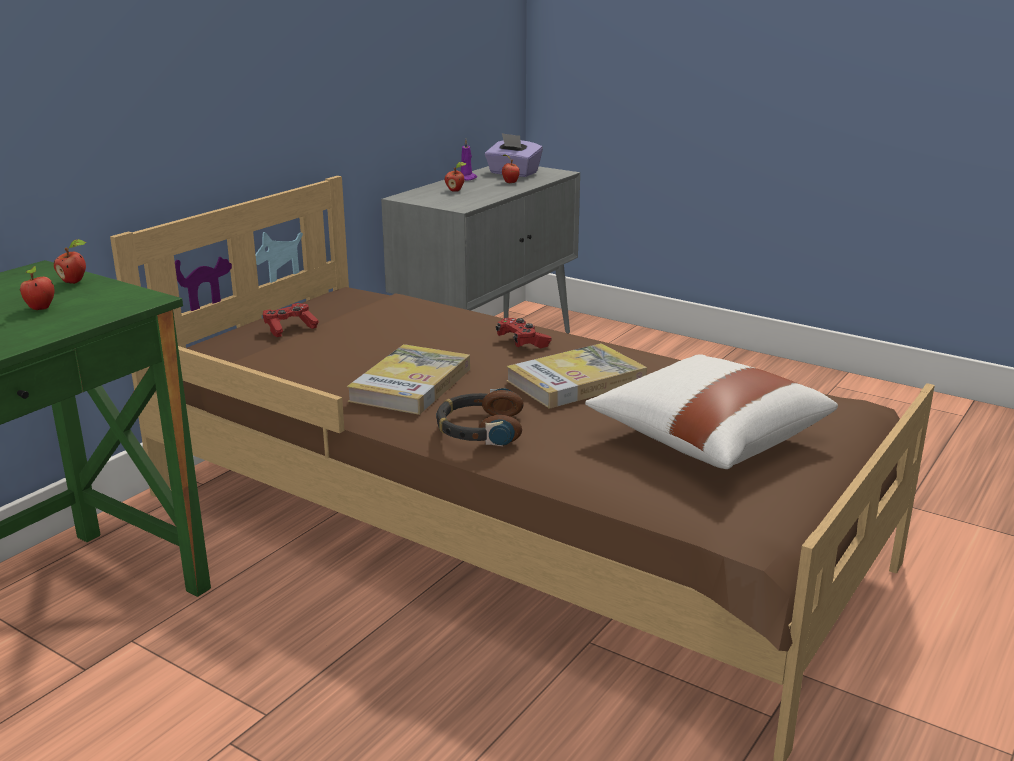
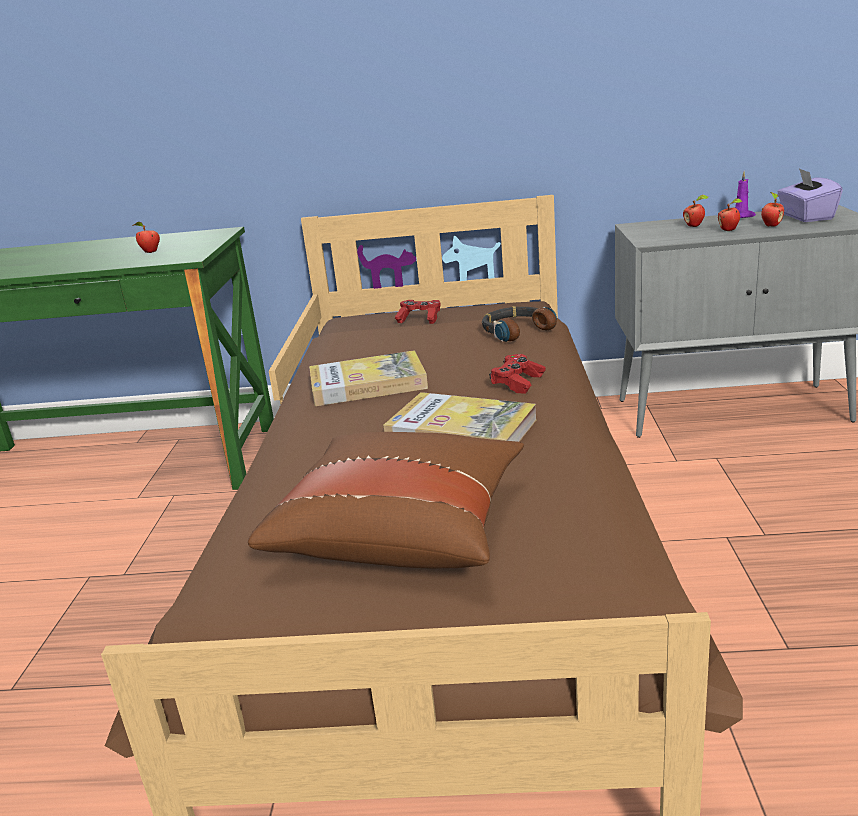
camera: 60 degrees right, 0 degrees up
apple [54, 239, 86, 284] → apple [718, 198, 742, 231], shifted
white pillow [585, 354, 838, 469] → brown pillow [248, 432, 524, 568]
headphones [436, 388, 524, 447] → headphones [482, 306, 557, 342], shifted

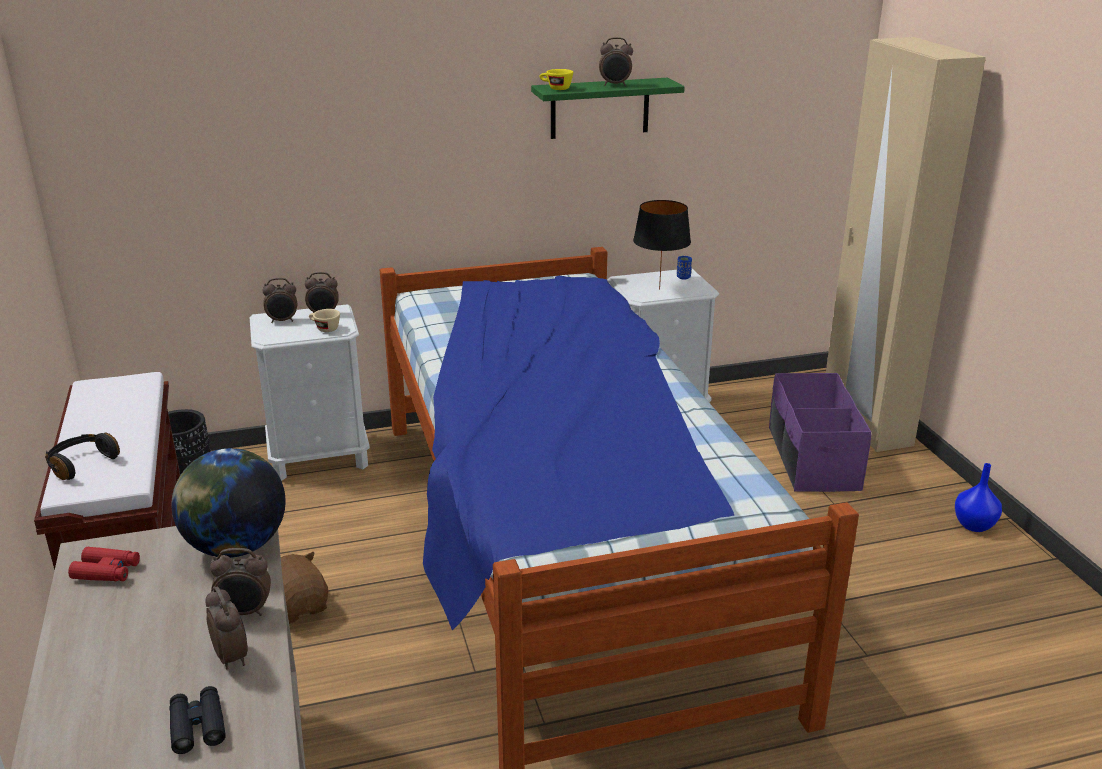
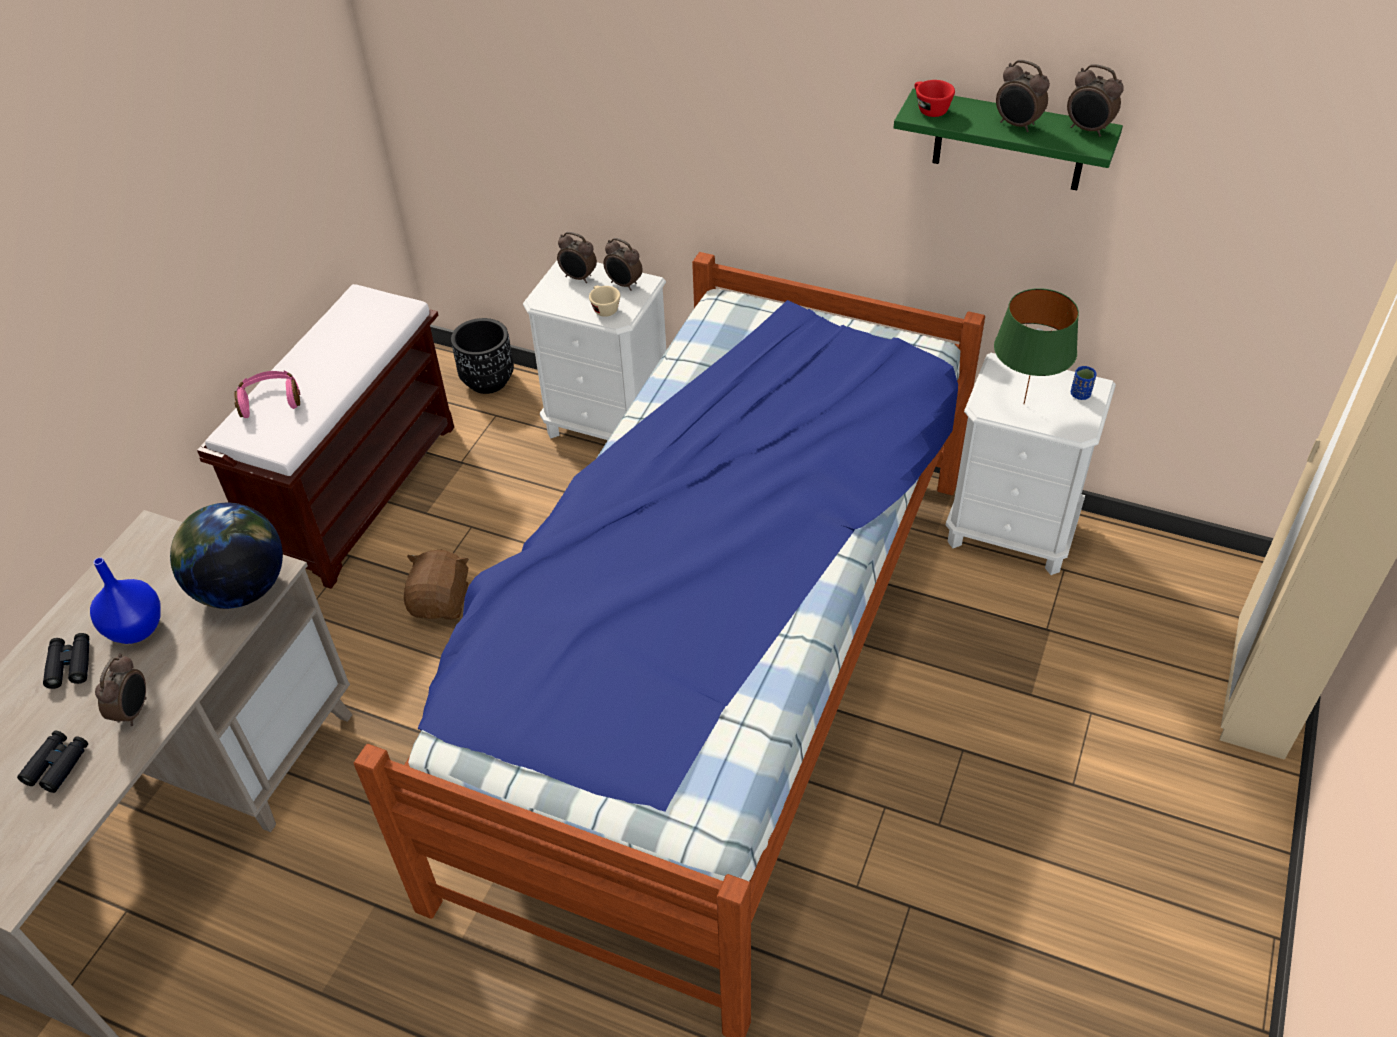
camera: 40 degrees right, 20 degrees up
yellow cup [540, 69, 573, 90] → red cup [915, 80, 955, 117]
black table lamp [633, 200, 691, 290] → green table lamp [994, 288, 1079, 404]
purple storage box [769, 373, 871, 492] → -
black headphones [45, 433, 120, 480] → pink headphones [234, 370, 300, 418]
blue vase [955, 463, 1002, 532] → blue vase [90, 557, 161, 644], shifted
red binoculars [68, 547, 140, 581] → -
alarm clock [210, 548, 271, 616] → alarm clock [1067, 64, 1124, 137], shifted
- → black binoculars [43, 633, 90, 689]

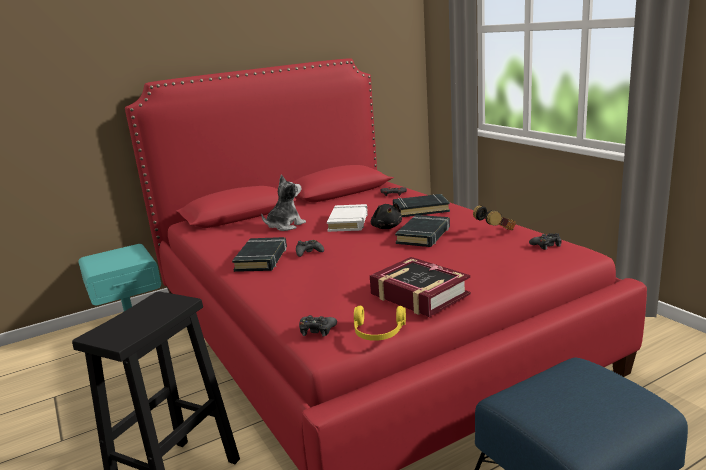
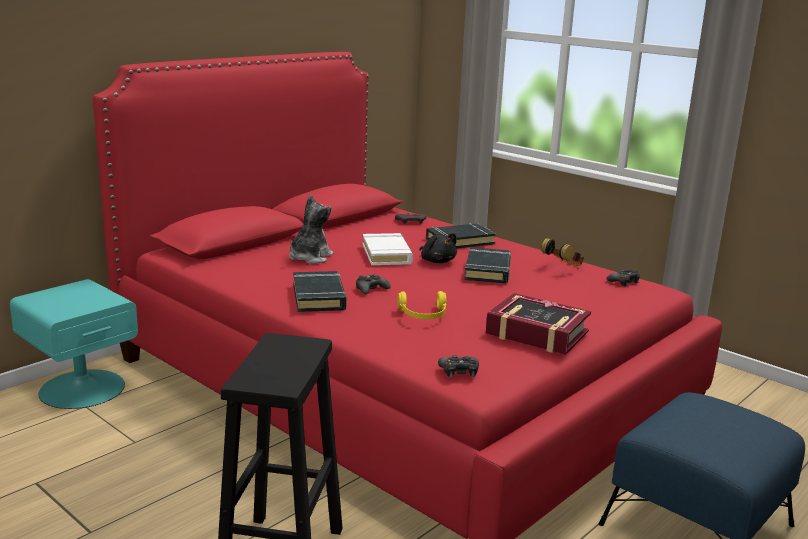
camera: 20 degrees left, 0 degrees up
yellow headphones [354, 306, 406, 341] → yellow headphones [397, 291, 446, 319], shifted

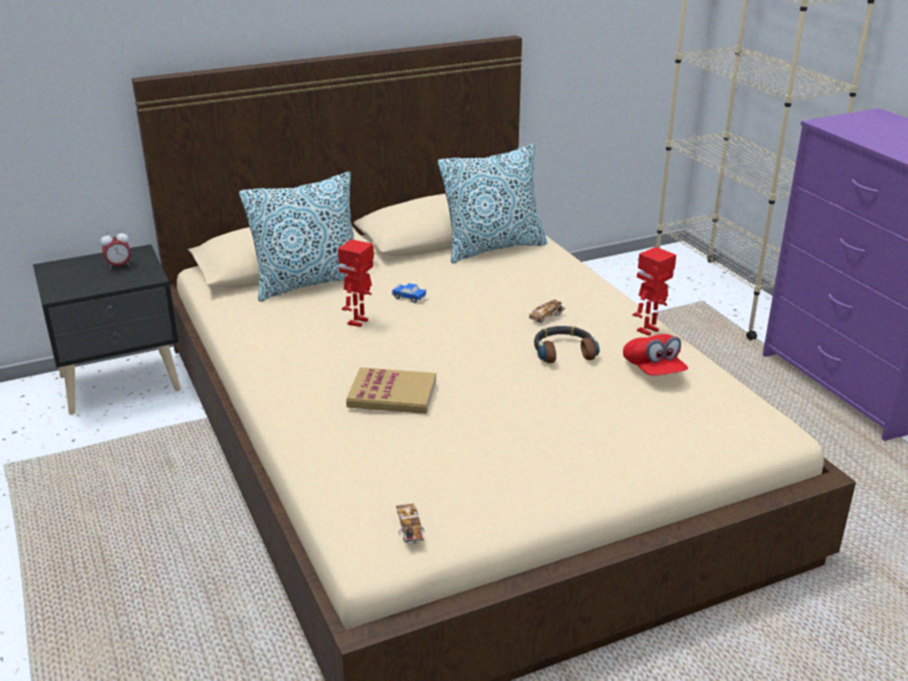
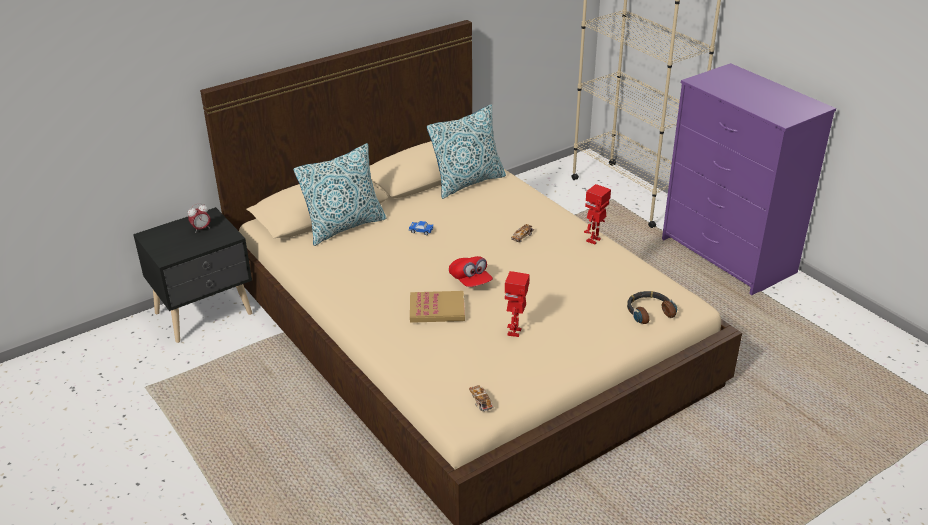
camera: 10 degrees left, 5 degrees up
toy robot [338, 239, 374, 327] → toy robot [504, 271, 530, 337], shifted
headphones [534, 326, 600, 363] → headphones [627, 291, 677, 324], shifted
red cap [623, 334, 688, 376] → red cap [449, 256, 493, 287], shifted

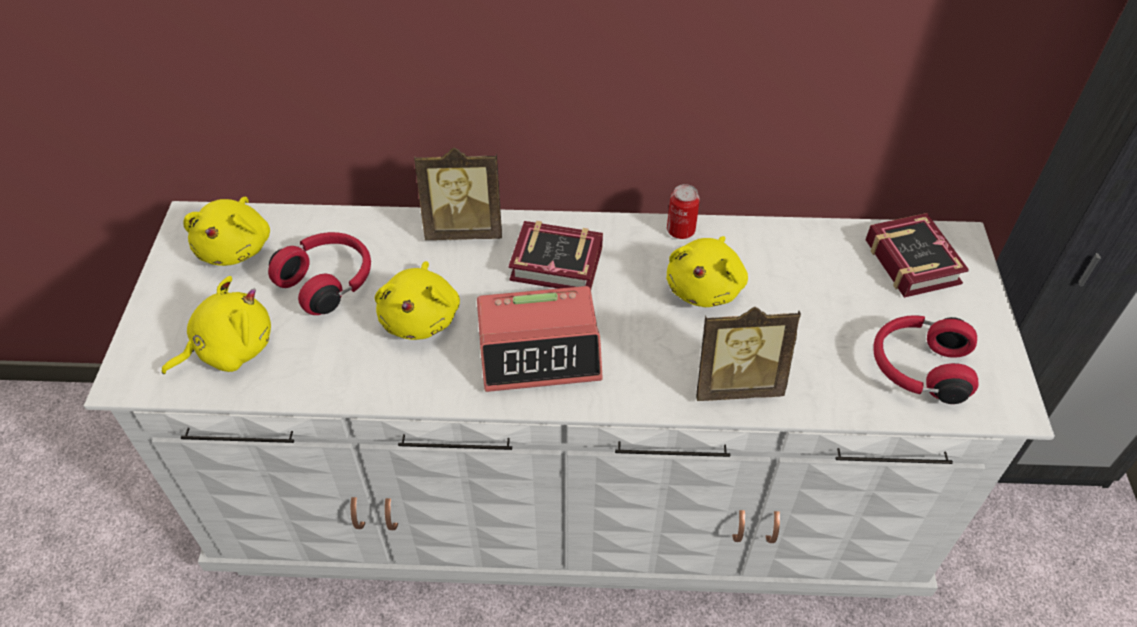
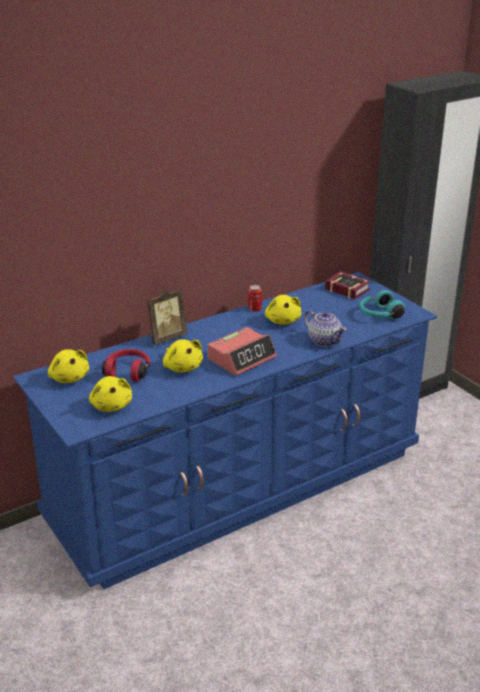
camera: 35 degrees left, 20 degrees down
white dresser [84, 201, 1055, 598] → blue dresser [13, 272, 437, 589]
book [509, 221, 603, 289] → -
yellow plush toy [162, 276, 271, 374] → yellow plush toy [89, 376, 132, 412], 135 degrees clockwise
picture frame [696, 307, 801, 401] → teapot [304, 310, 347, 347]
red headphones [873, 315, 978, 404] → turquoise headphones [359, 290, 405, 319]

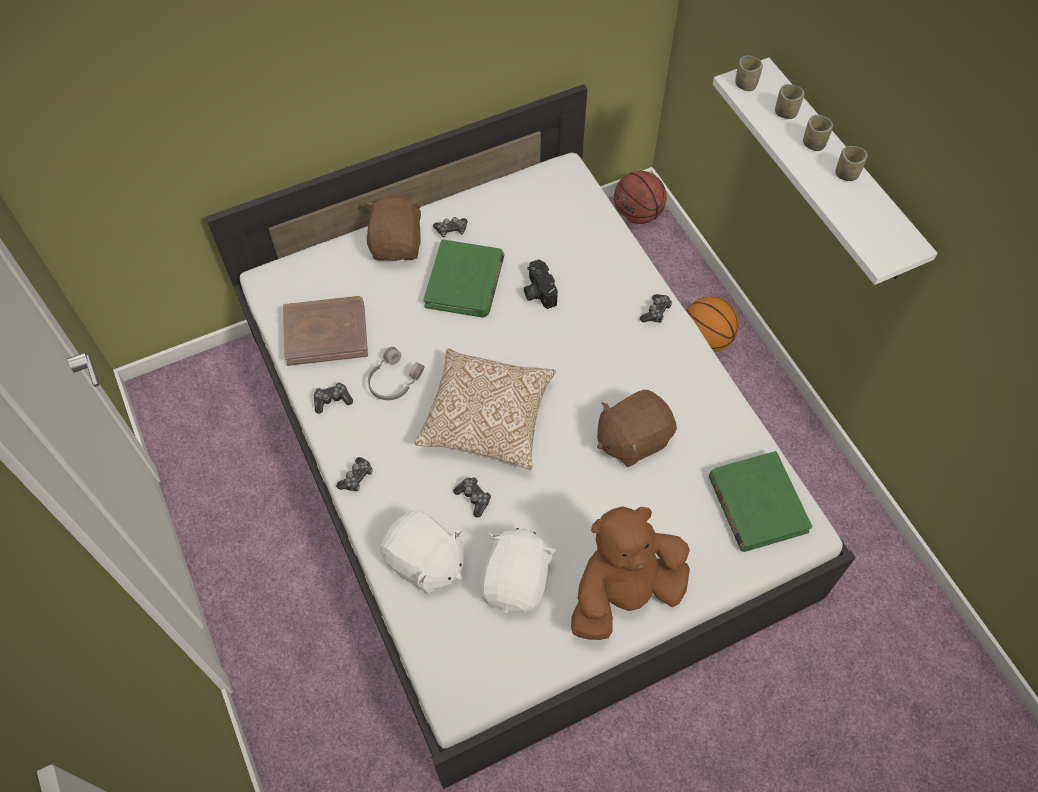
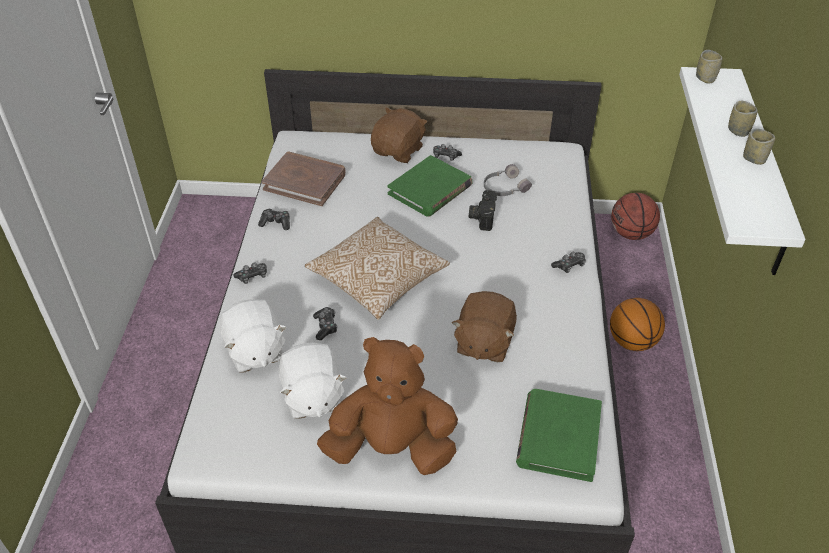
camera: 30 degrees right, 15 degrees down
cup [775, 84, 804, 119] → -
grey headphones [368, 347, 425, 400] → grey headphones [484, 164, 532, 196], shifted
brown plush toy [597, 390, 677, 467] → brown plush toy [452, 291, 517, 362], 75 degrees counterclockwise
white plush toy [480, 528, 556, 613] → white plush toy [279, 342, 347, 419], 120 degrees clockwise

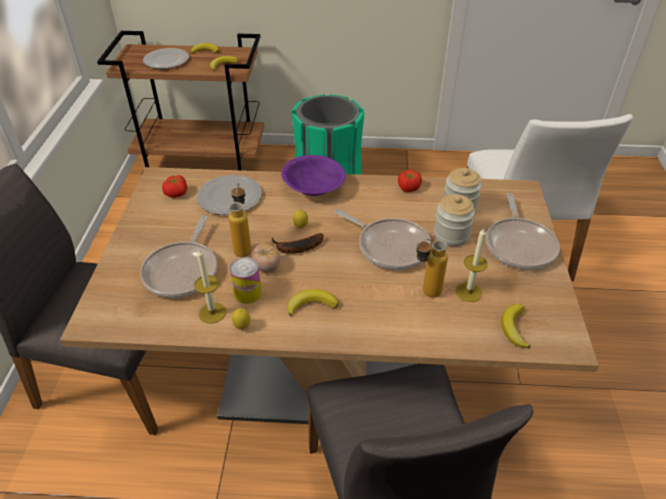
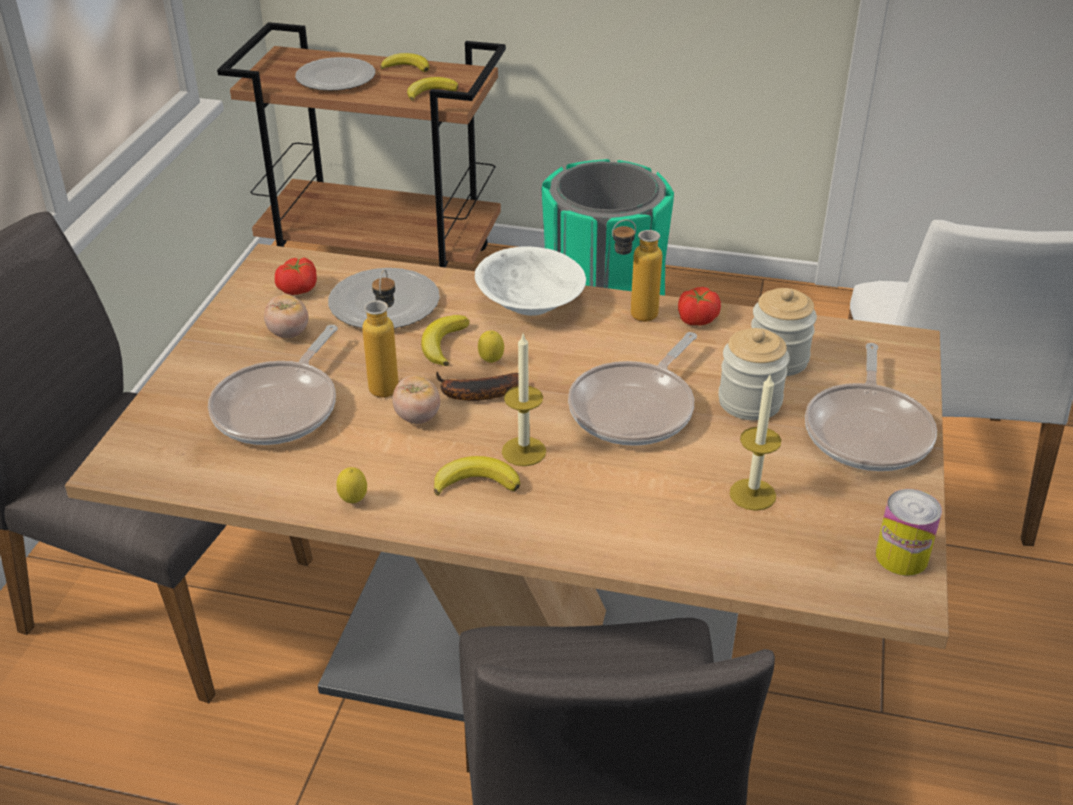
camera: 10 degrees right, 5 degrees down
purple bowl [281, 155, 346, 196] → white bowl [475, 246, 586, 316]
frying pan [335, 209, 431, 270] → frying pan [568, 332, 697, 446], 75 degrees clockwise
bottle [416, 239, 448, 297] → bottle [612, 219, 662, 322], shifted
candle [194, 249, 226, 324] → candle [502, 334, 546, 466], shifted
can [230, 257, 262, 304] → can [876, 489, 942, 576], shifted
banana [501, 304, 530, 349] → banana [421, 315, 470, 366], shifted
- → tomato [264, 294, 309, 338]

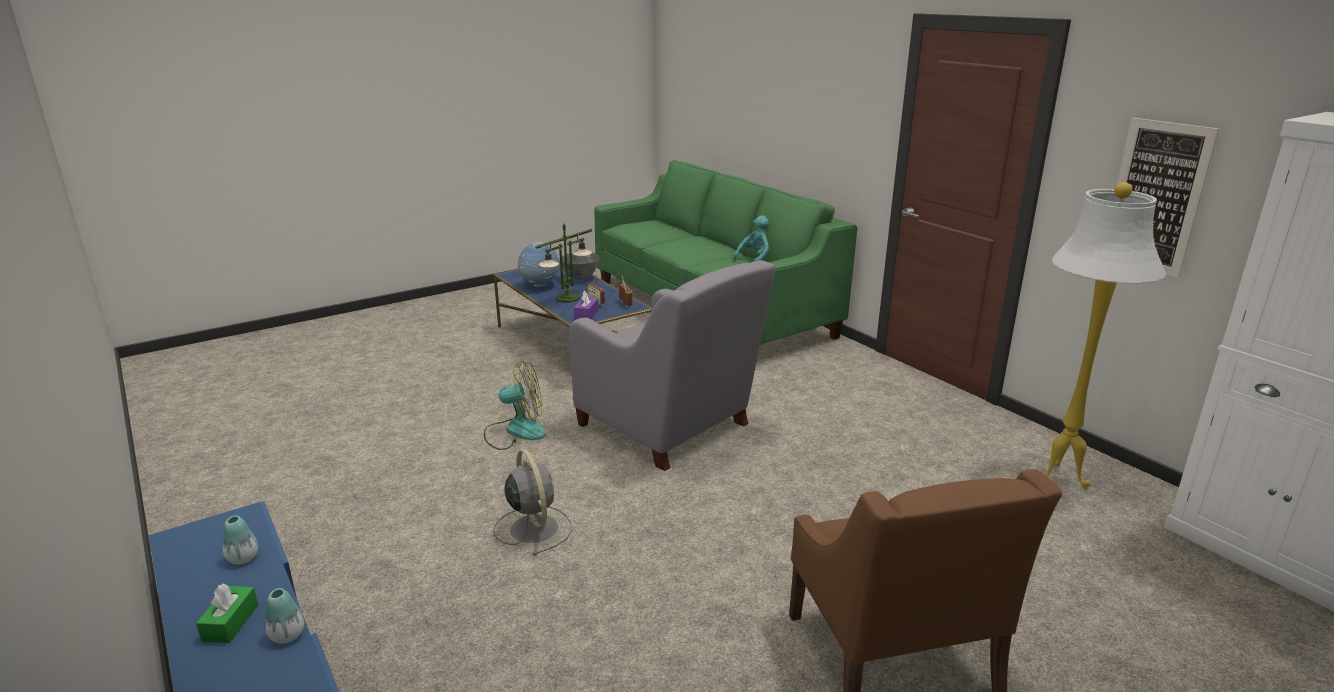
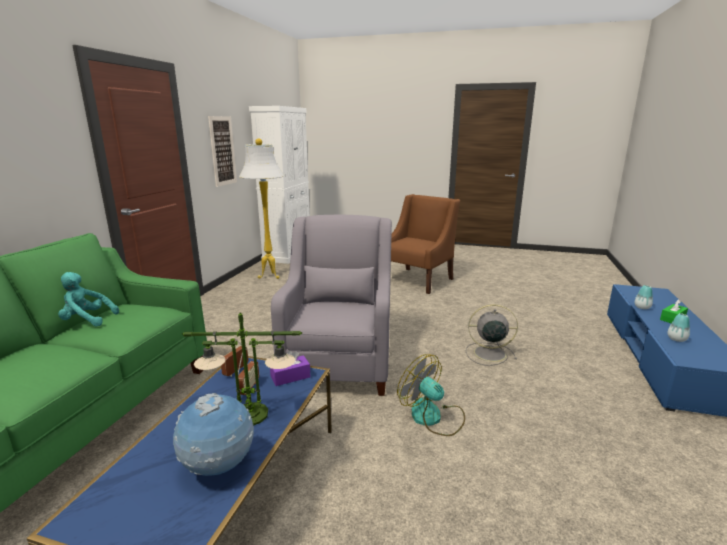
camera: 130 degrees left, 5 degrees down
grey bowl [562, 253, 599, 279] → -
grey fan [494, 449, 572, 556] → grey fan [466, 304, 518, 366], 75 degrees clockwise

